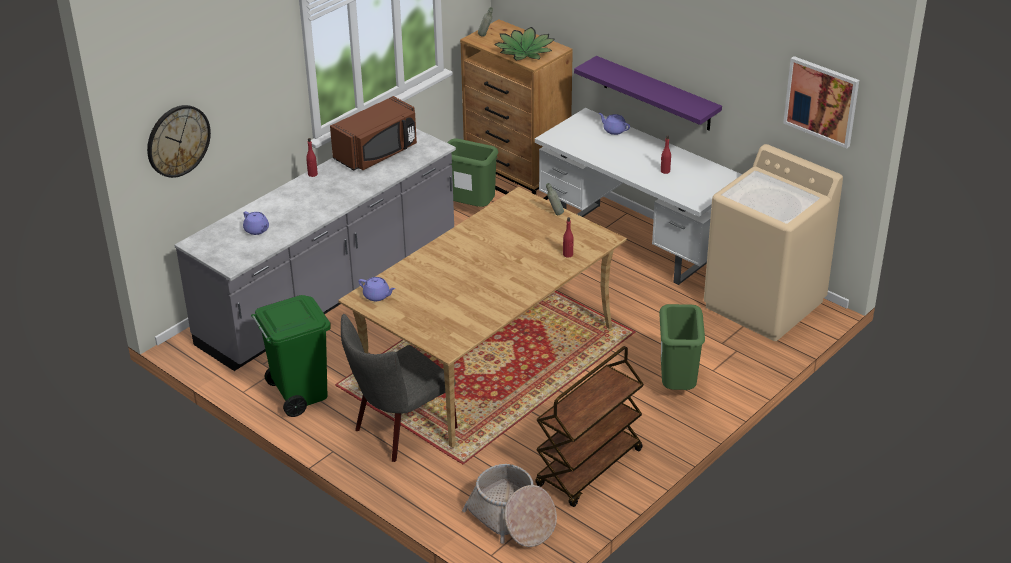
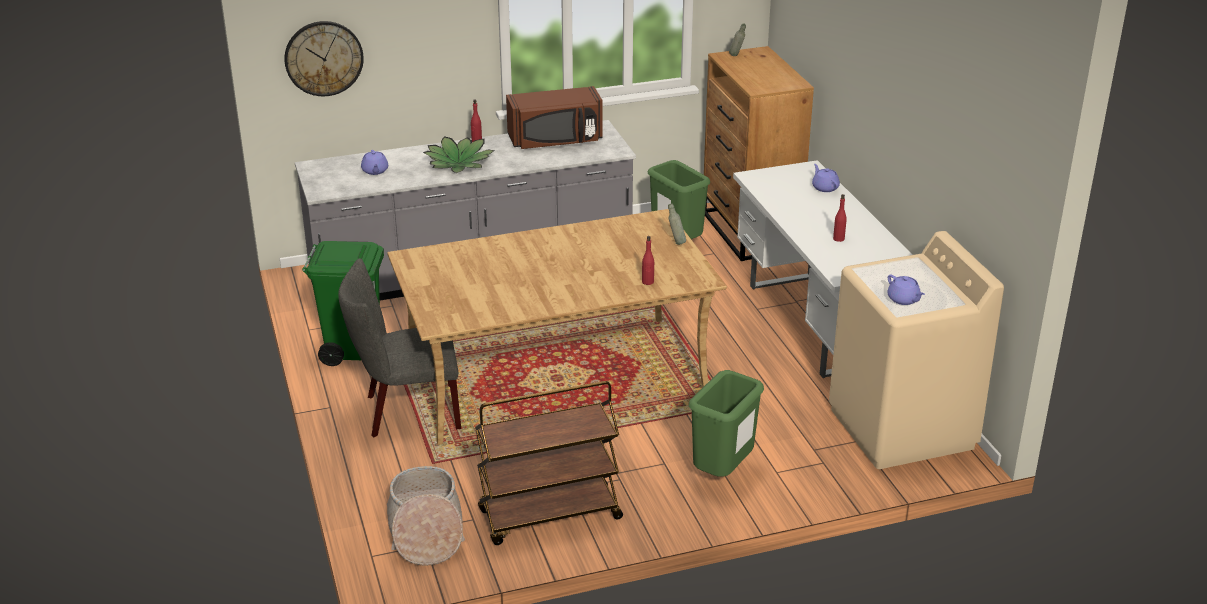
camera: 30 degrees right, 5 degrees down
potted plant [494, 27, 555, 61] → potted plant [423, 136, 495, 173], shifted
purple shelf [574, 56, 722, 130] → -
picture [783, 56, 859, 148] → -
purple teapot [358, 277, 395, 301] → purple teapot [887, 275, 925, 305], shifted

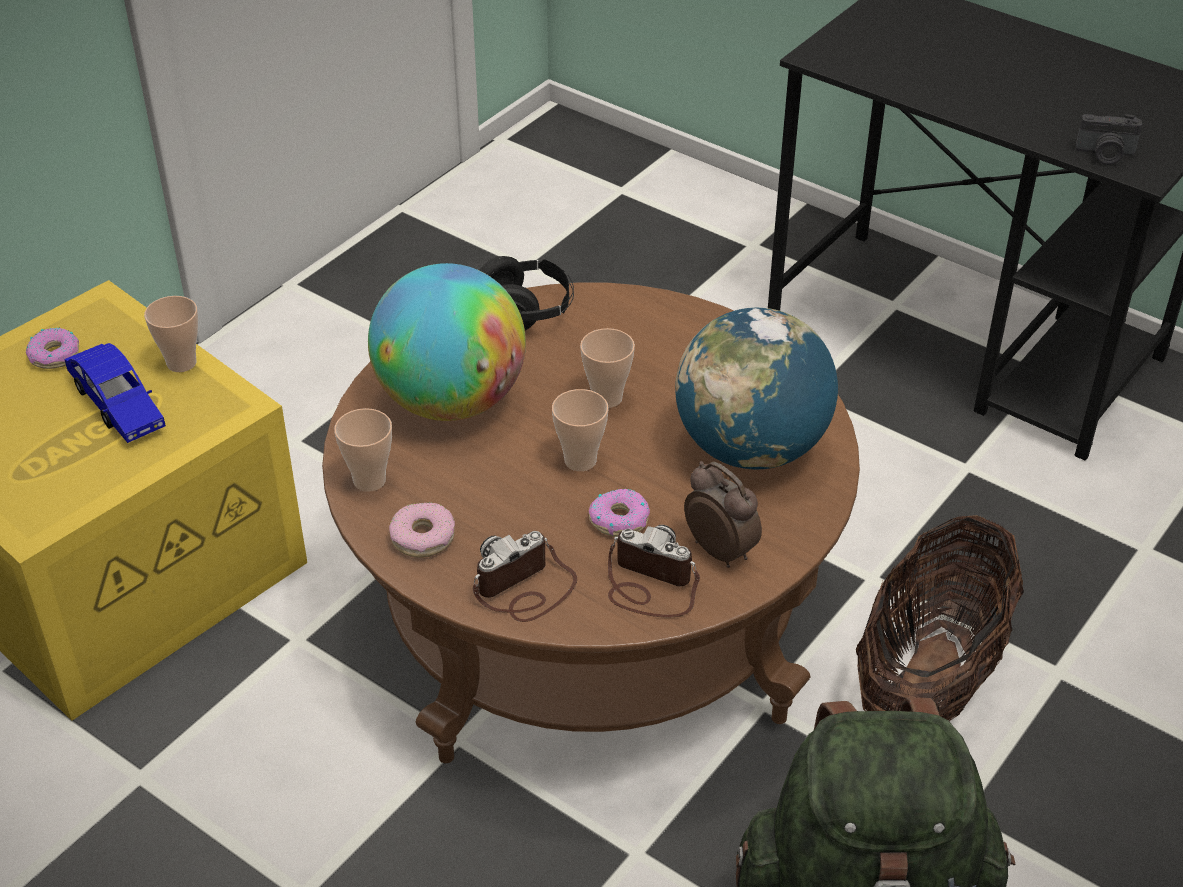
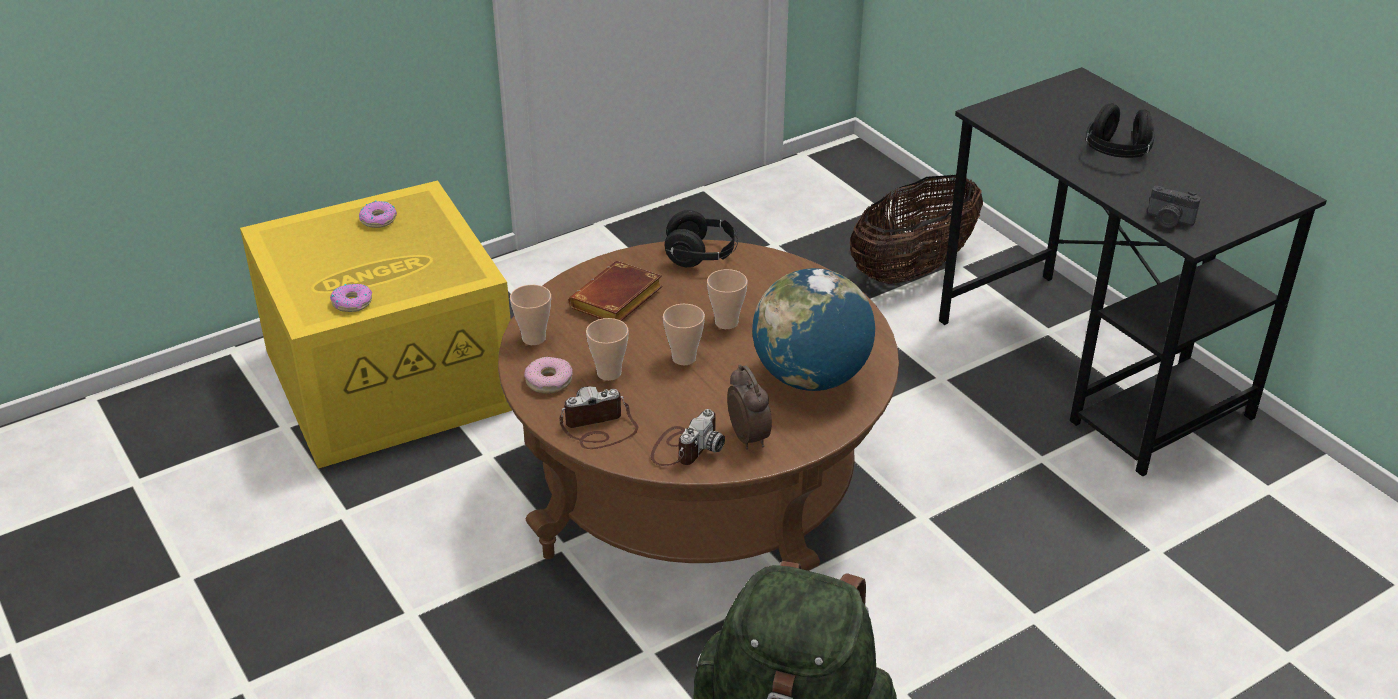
camera: 20 degrees right, 5 degrees down
globe [368, 263, 526, 421] → brown book [569, 261, 663, 321]
cup [144, 296, 198, 372] → cup [586, 318, 629, 381], shifted
blue toy car [64, 343, 166, 443] → -
donut [589, 489, 650, 537] → donut [330, 284, 372, 312], shifted
basket [856, 515, 1024, 721] → basket [850, 174, 983, 284], shifted
photo camera [608, 525, 700, 618] → photo camera [651, 409, 725, 466], 75 degrees clockwise
- → black headphones [1086, 103, 1155, 158]

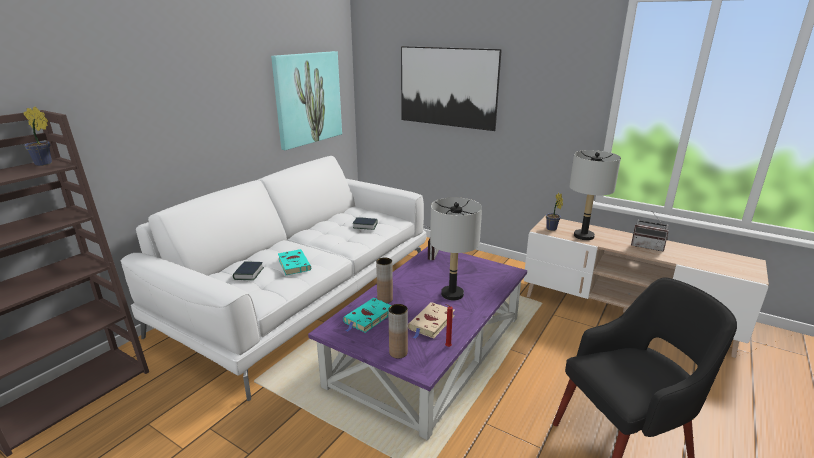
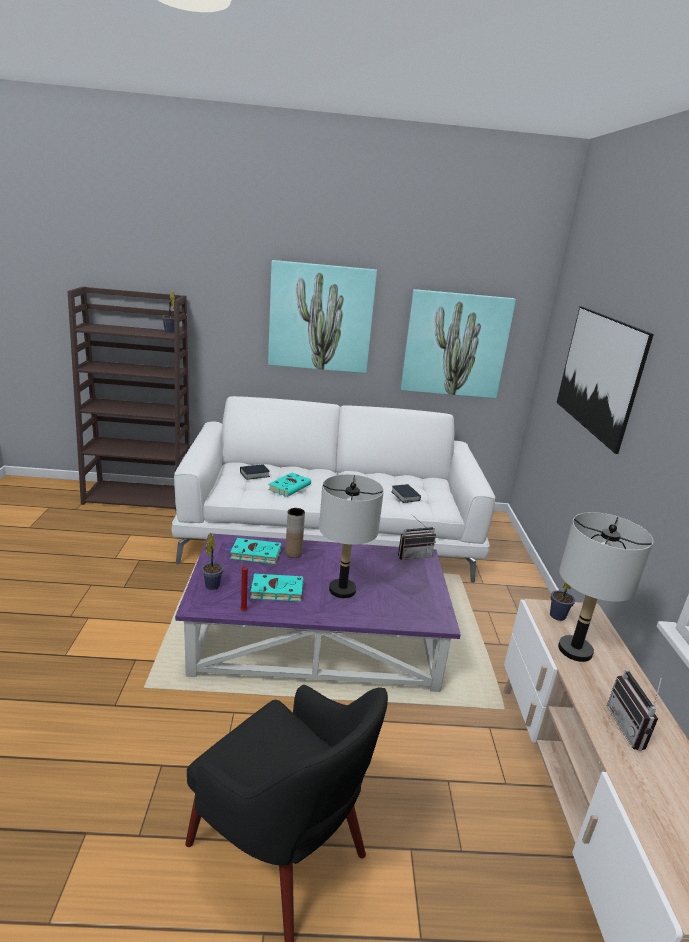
camera: 55 degrees right, 0 degrees up
beige book [408, 302, 455, 339] → turquoise book [247, 574, 304, 602]
brown vase [388, 304, 408, 359] → potted plant [202, 533, 224, 590]
- → picture [268, 260, 377, 373]

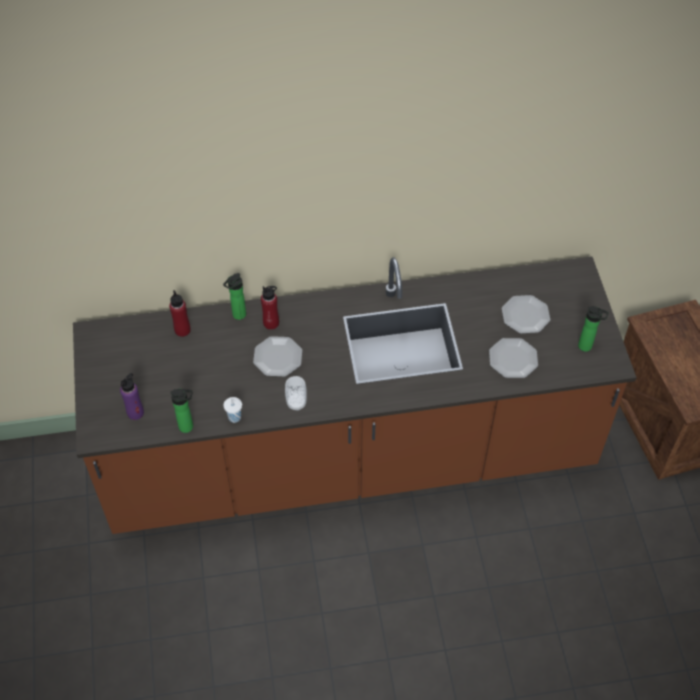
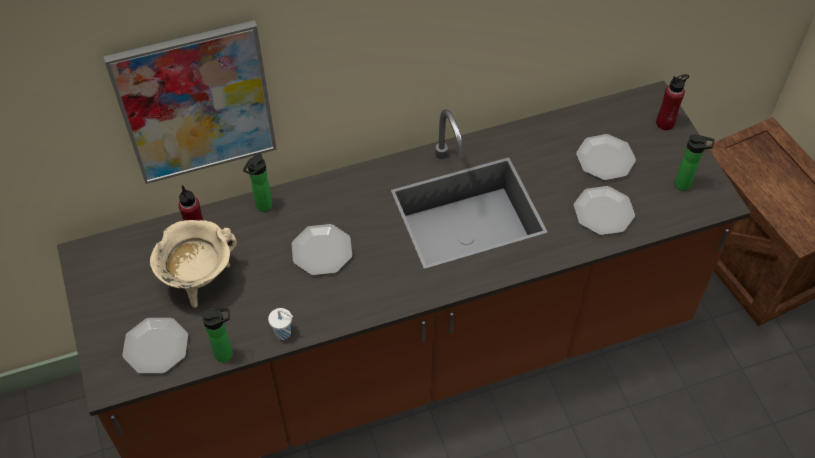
camera: 10 degrees left, 0 degrees up
red bottle [261, 286, 279, 330] → red bottle [656, 74, 689, 130], shifted
purple bottle [120, 373, 144, 420] → plate [122, 318, 188, 374]
cup [285, 376, 307, 411] → -
- → picture [103, 20, 277, 184]
- → beige cooking pot [150, 220, 237, 308]

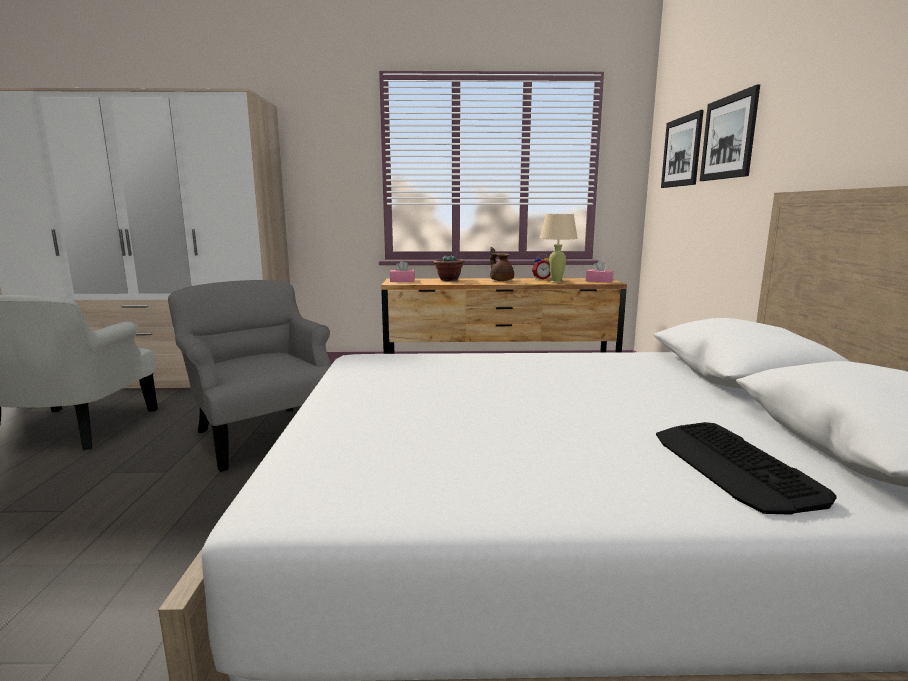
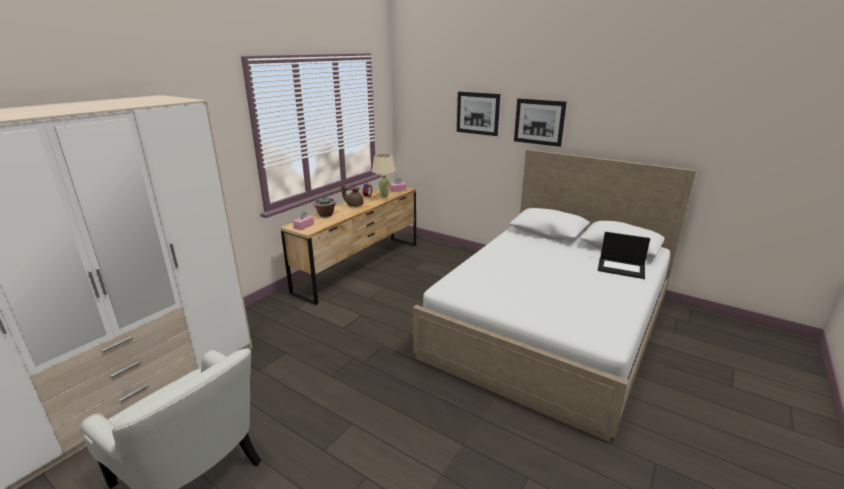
camera: 55 degrees left, 10 degrees up
picture [661, 110, 704, 188] → picture [514, 99, 567, 147], shifted
grey armchair [168, 280, 330, 472] → -
keyboard [656, 422, 837, 515] → laptop [598, 232, 650, 279]

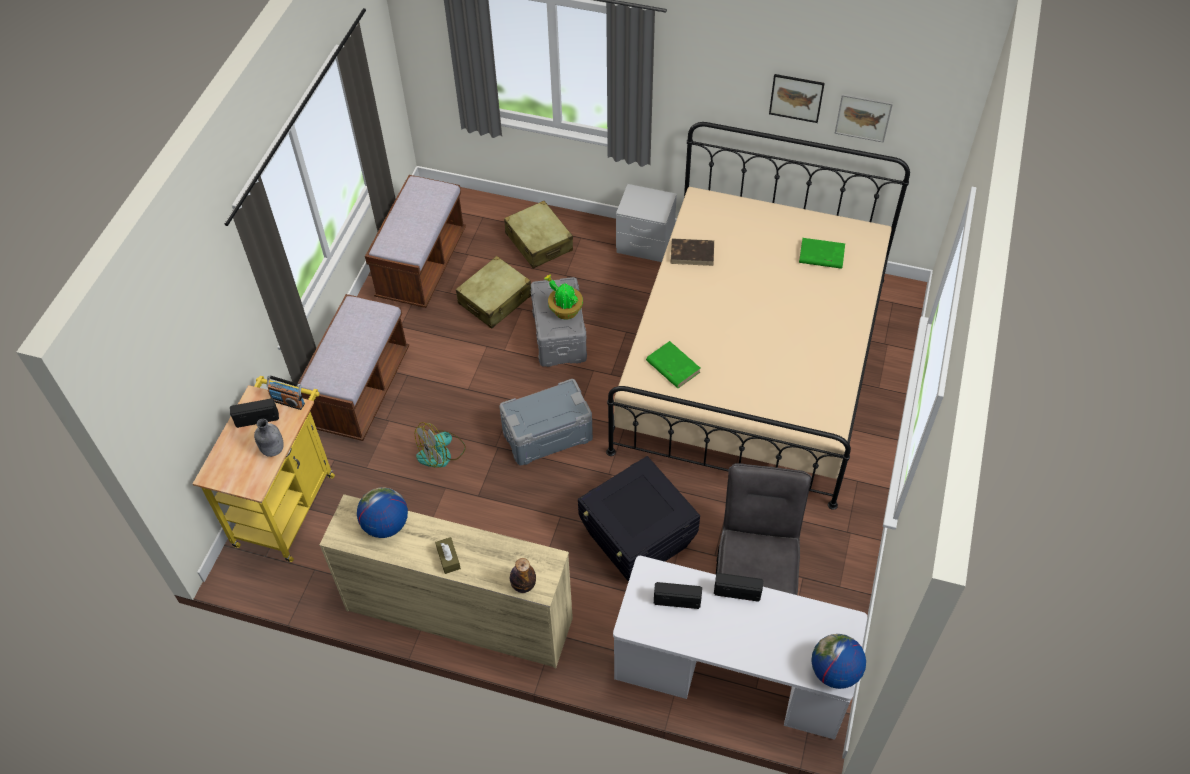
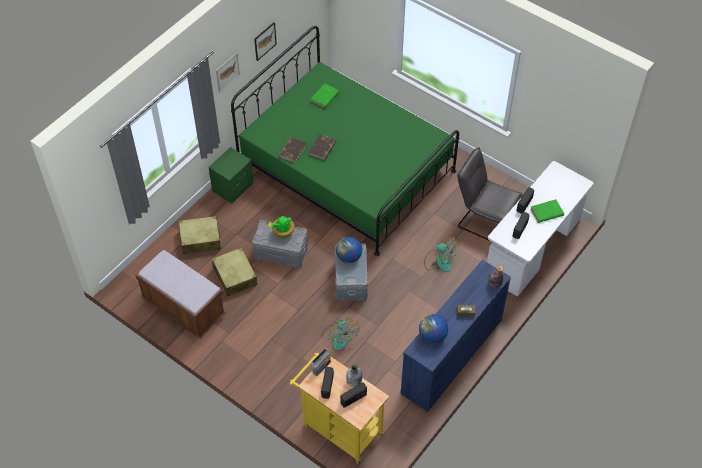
camera: 70 degrees left, 0 degrees up
picture [834, 94, 893, 143] → picture [216, 53, 240, 92], shifted
beige bed [606, 122, 910, 510] → green bed [231, 26, 459, 256]
grey nightstand [616, 184, 677, 262] → green nightstand [208, 147, 254, 204]
brown bench [298, 294, 409, 441] → -
green book [646, 341, 700, 388] → green book [531, 199, 564, 223], shifted
black storage box [578, 456, 700, 582] → fan [424, 237, 459, 272]
beige dresser [319, 494, 573, 668] → blue dresser [401, 260, 511, 412]
globe [811, 634, 866, 689] → globe [336, 237, 362, 263], shifted
- → brown book [309, 134, 336, 160]
- → radio [340, 382, 367, 408]

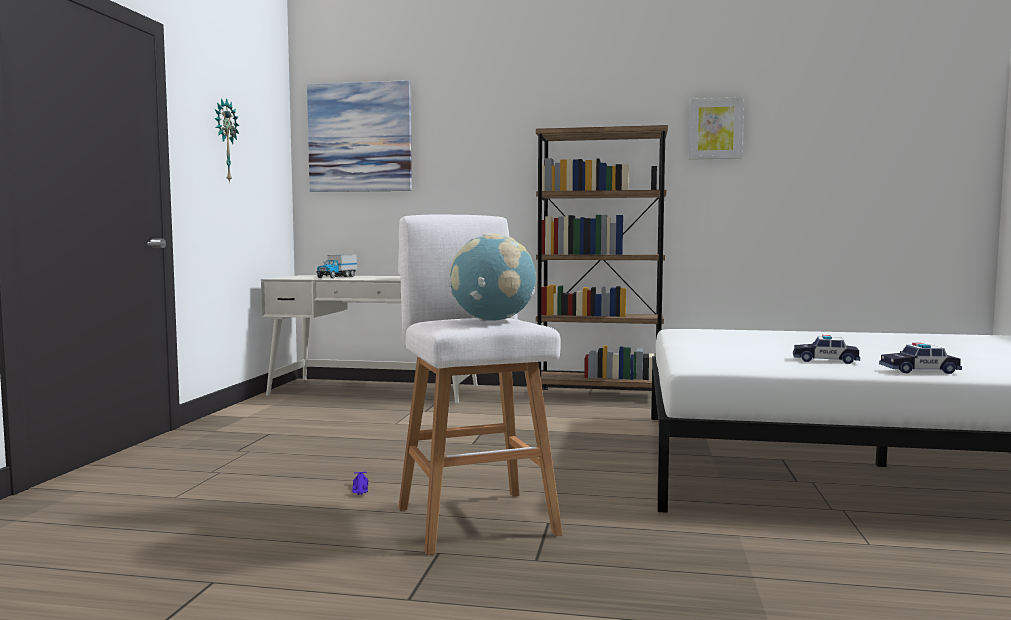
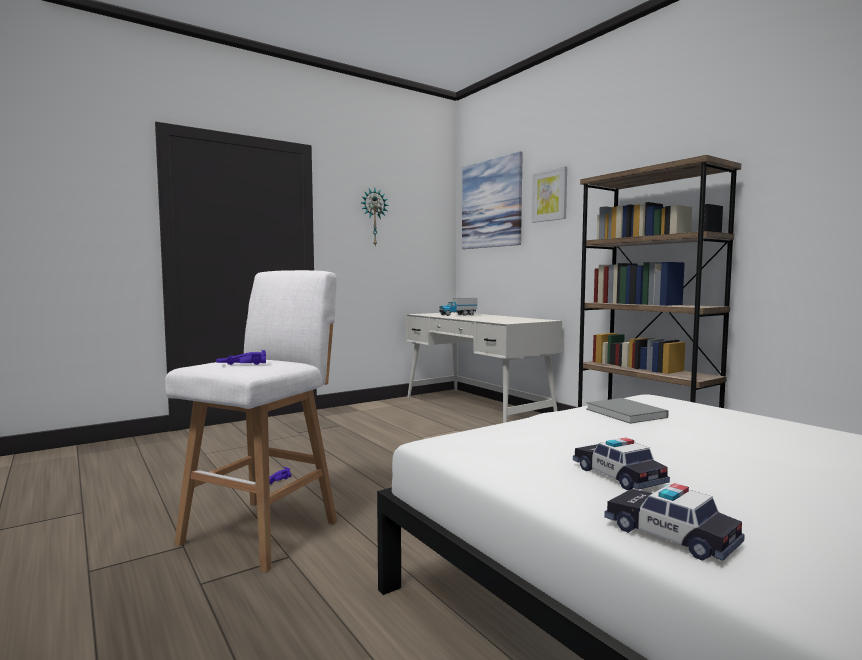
camera: 45 degrees right, 0 degrees up
picture [689, 97, 744, 160] → picture [531, 166, 567, 223], shifted
globe [449, 233, 536, 321] → purple toy car [216, 350, 266, 365]
- → grey book [586, 398, 669, 424]

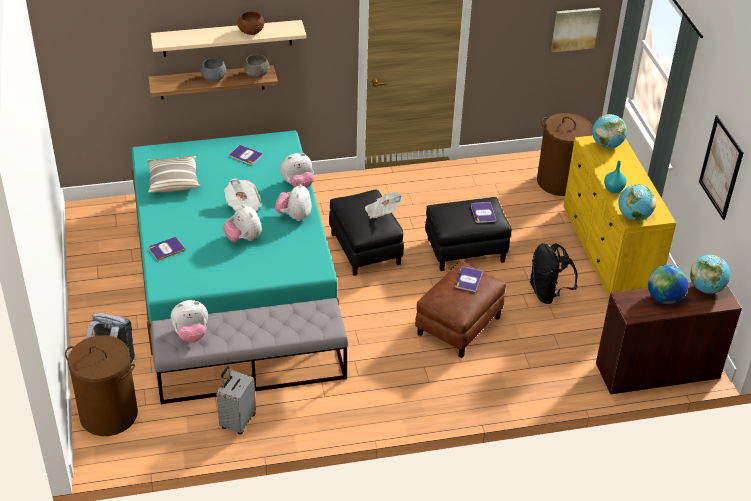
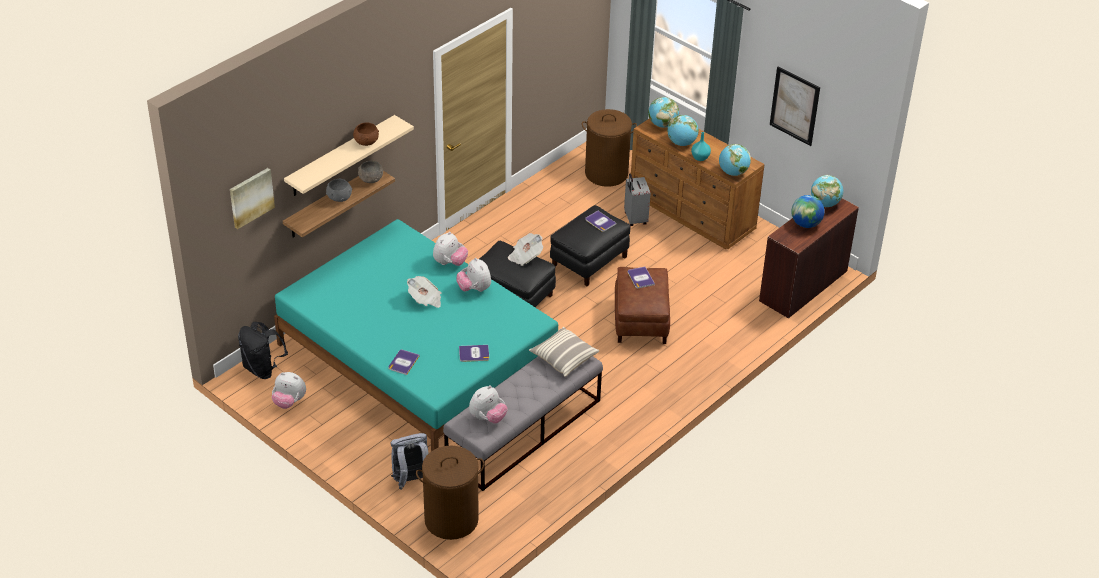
camera: 35 degrees left, 0 degrees up
picture [551, 8, 601, 52] → picture [230, 168, 275, 229], shifted
yellow dresser [563, 136, 676, 297] → brown dresser [630, 118, 765, 249]
book [229, 145, 263, 165] → book [459, 345, 489, 362], shifted
pillow [147, 156, 200, 193] → pillow [529, 327, 599, 377], shifted
plush toy [223, 204, 262, 242] → plush toy [272, 372, 306, 409], shifted
black backpack [530, 243, 577, 304] → black backpack [238, 322, 288, 379], shifted
grey suitcase [216, 366, 256, 435] → grey suitcase [624, 174, 650, 226], shifted
- → globe [667, 115, 699, 146]

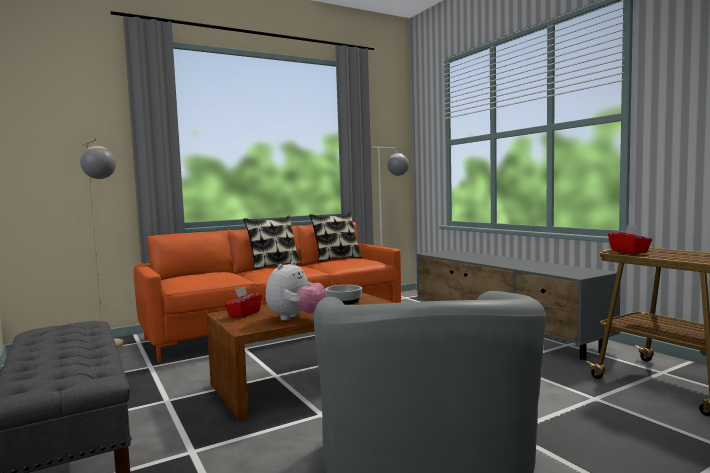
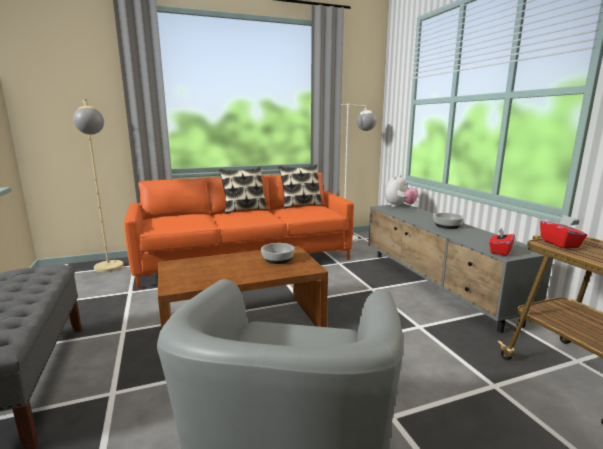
camera: 10 degrees right, 10 degrees up
plush toy [266, 261, 326, 320] → plush toy [385, 175, 418, 207], shifted
red tissue box [224, 287, 262, 318] → red tissue box [489, 228, 515, 256], shifted
- → bowl [433, 213, 464, 229]

